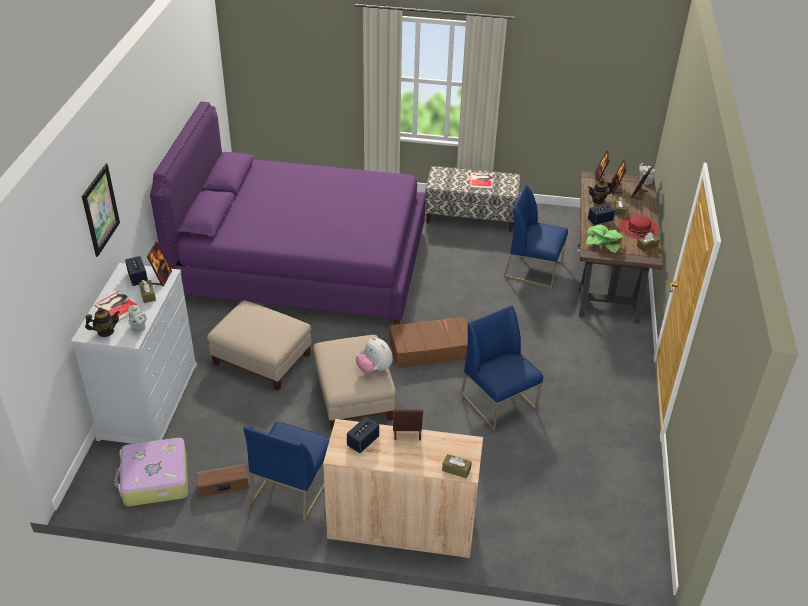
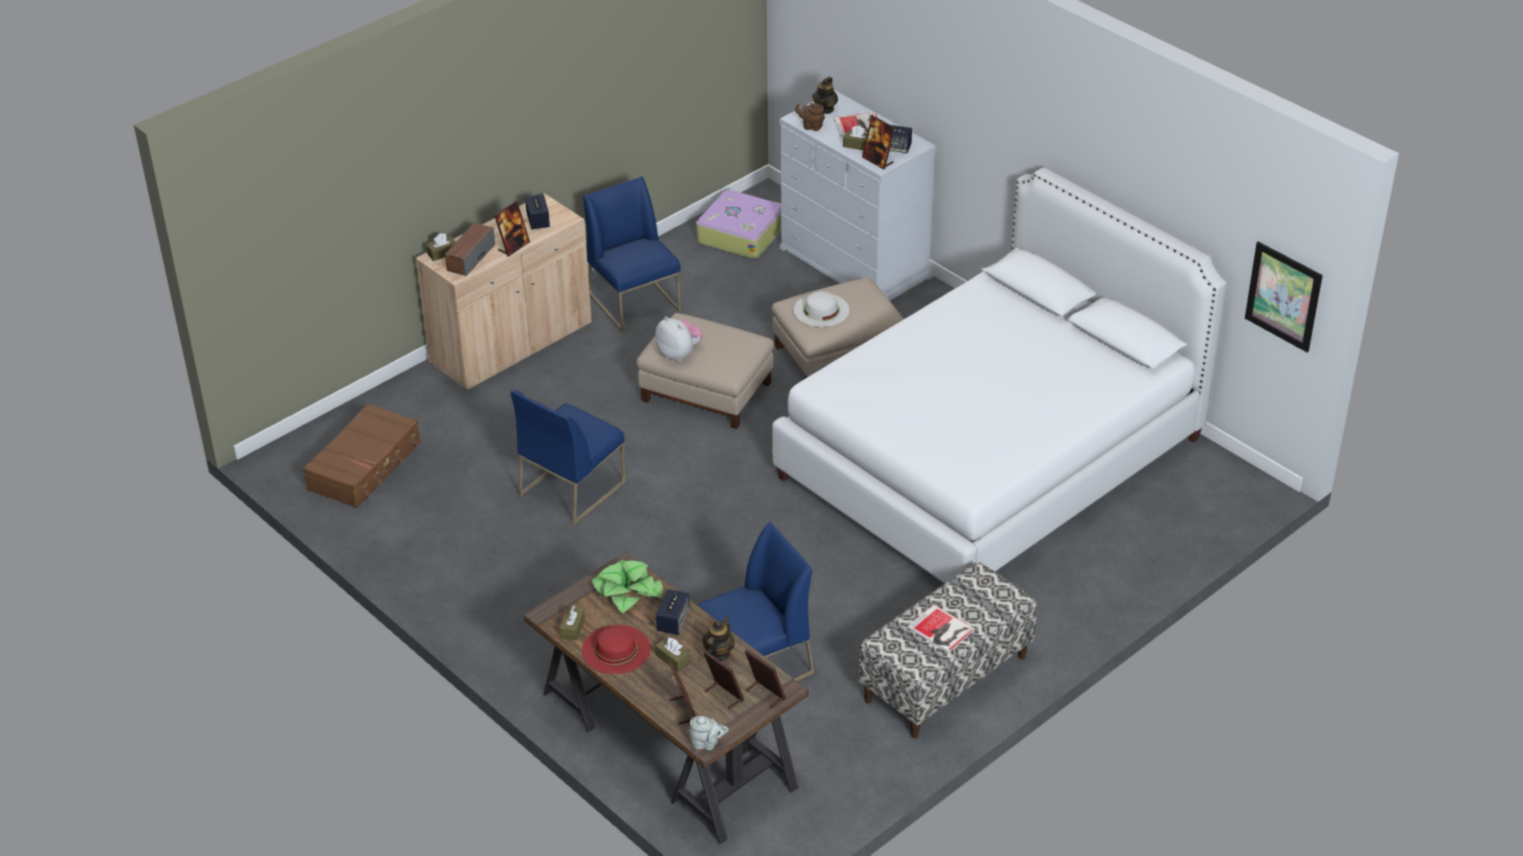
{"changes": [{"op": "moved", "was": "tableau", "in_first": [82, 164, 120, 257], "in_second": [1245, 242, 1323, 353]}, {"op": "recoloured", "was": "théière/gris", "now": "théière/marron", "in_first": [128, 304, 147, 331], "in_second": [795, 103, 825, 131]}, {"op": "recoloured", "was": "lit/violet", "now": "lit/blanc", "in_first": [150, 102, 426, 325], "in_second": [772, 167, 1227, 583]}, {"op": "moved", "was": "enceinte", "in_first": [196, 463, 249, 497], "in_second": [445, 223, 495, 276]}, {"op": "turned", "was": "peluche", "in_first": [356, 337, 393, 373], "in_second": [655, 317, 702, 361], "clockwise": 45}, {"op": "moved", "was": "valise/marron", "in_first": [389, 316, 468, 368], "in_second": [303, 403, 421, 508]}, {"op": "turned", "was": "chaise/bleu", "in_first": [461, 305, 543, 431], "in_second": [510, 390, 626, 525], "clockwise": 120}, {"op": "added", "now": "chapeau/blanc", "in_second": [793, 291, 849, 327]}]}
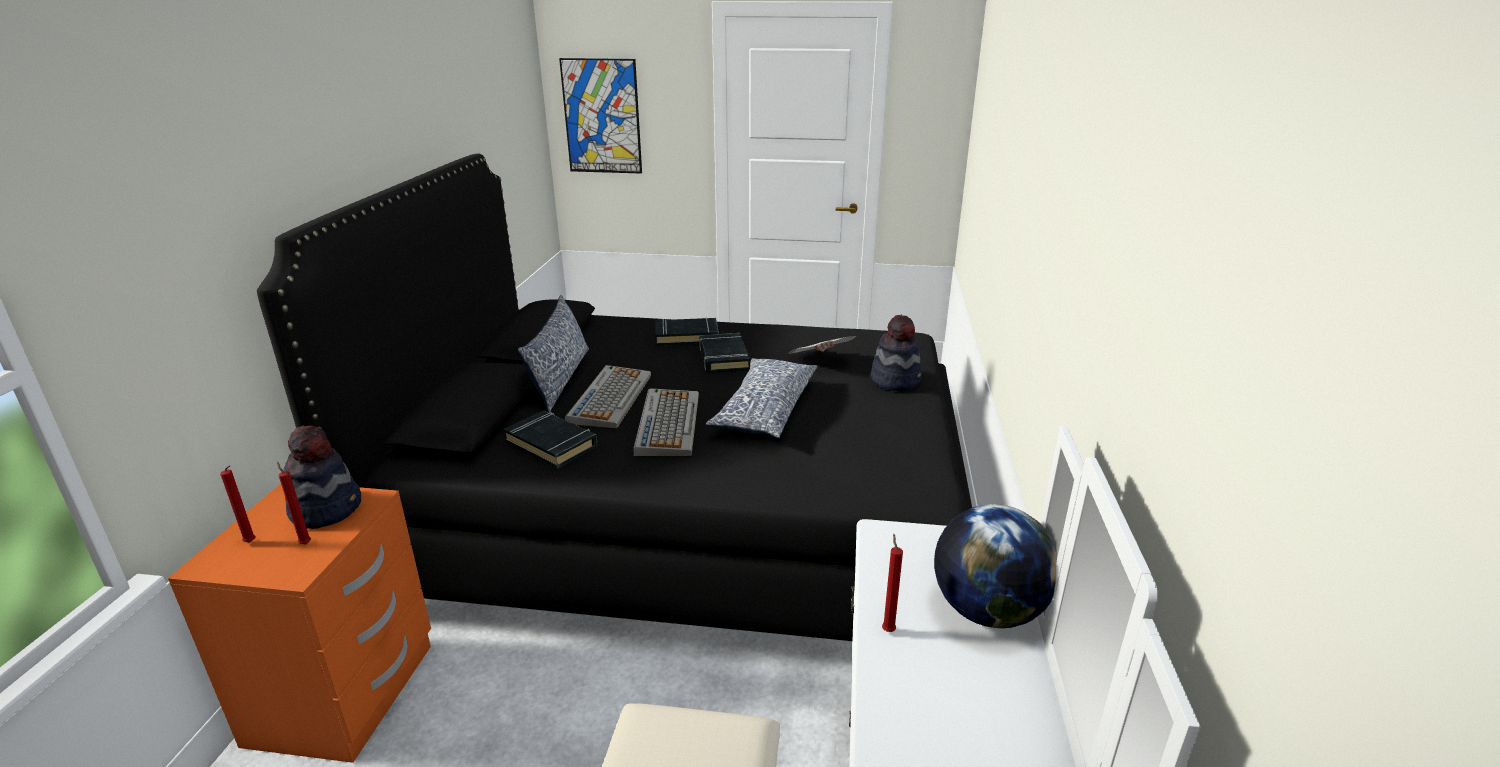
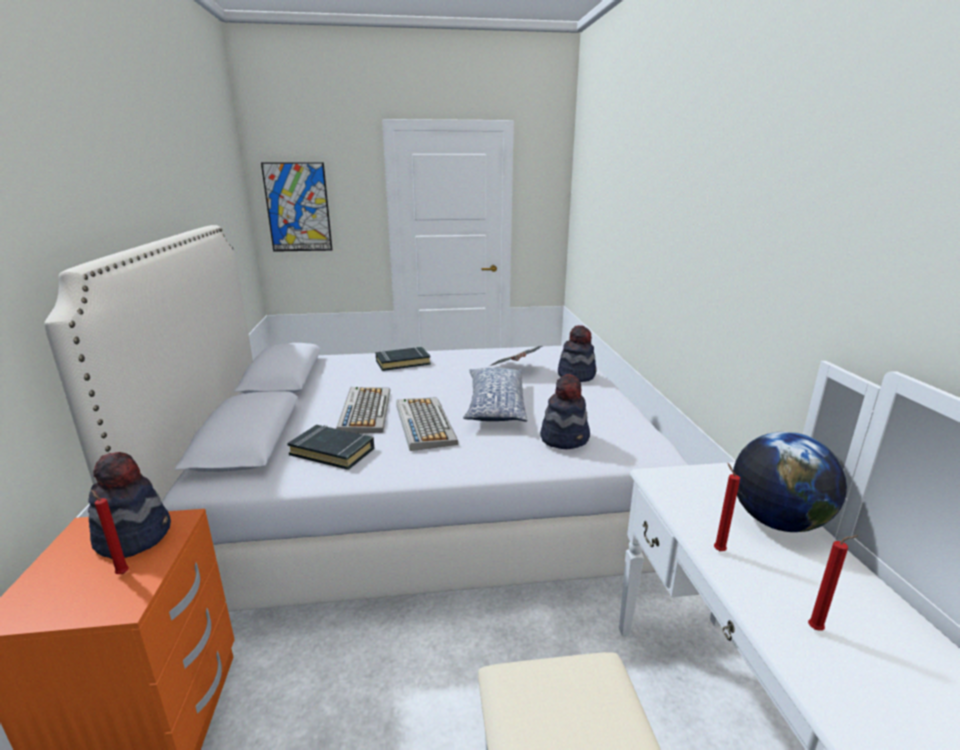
{"changes": [{"op": "moved", "was": "bougie/rouge", "in_first": [220, 465, 256, 543], "in_second": [808, 535, 858, 631]}, {"op": "recoloured", "was": "lit/noir", "now": "lit/blanc", "in_first": [257, 154, 972, 641], "in_second": [44, 225, 688, 612]}, {"op": "removed", "was": "coussin", "in_first": [518, 295, 589, 413]}, {"op": "removed", "was": "livre/noir", "in_first": [699, 333, 750, 373]}, {"op": "added", "now": "chapeau", "in_second": [540, 374, 590, 449]}]}
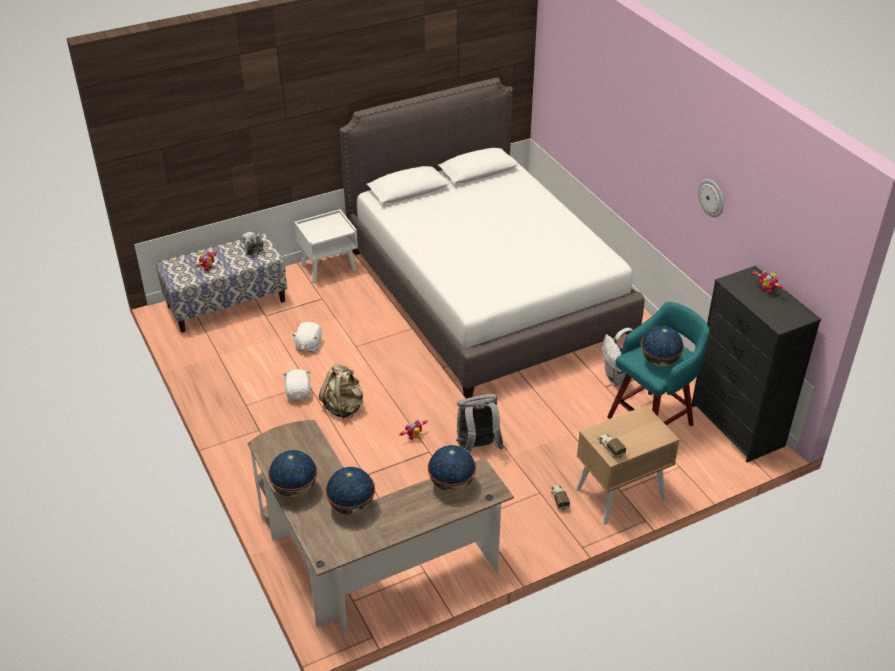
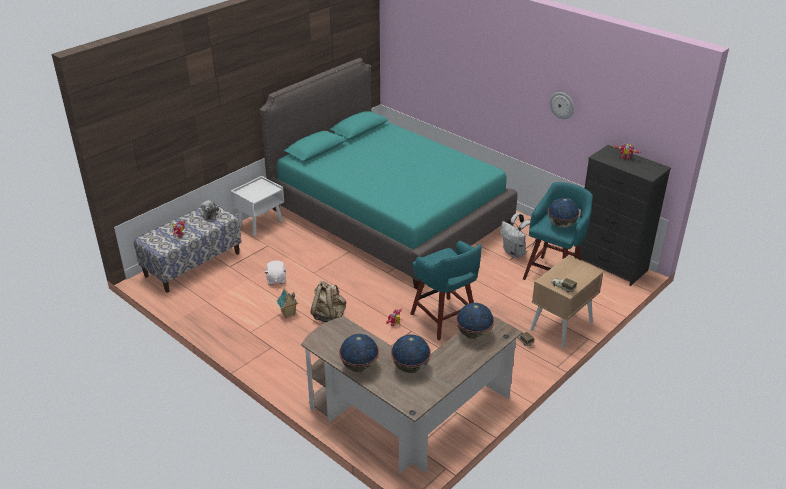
{"changes": [{"op": "replaced", "was": "peluche/blanc", "now": "maison miniature", "in_first": [282, 369, 311, 400], "in_second": [277, 287, 298, 318]}, {"op": "recoloured", "was": "lit/blanc", "now": "lit/turquoise", "in_first": [340, 78, 644, 399], "in_second": [260, 58, 517, 290]}, {"op": "replaced", "was": "sac à dos/gris", "now": "tabouret/turquoise", "in_first": [456, 394, 504, 453], "in_second": [410, 241, 482, 341]}]}
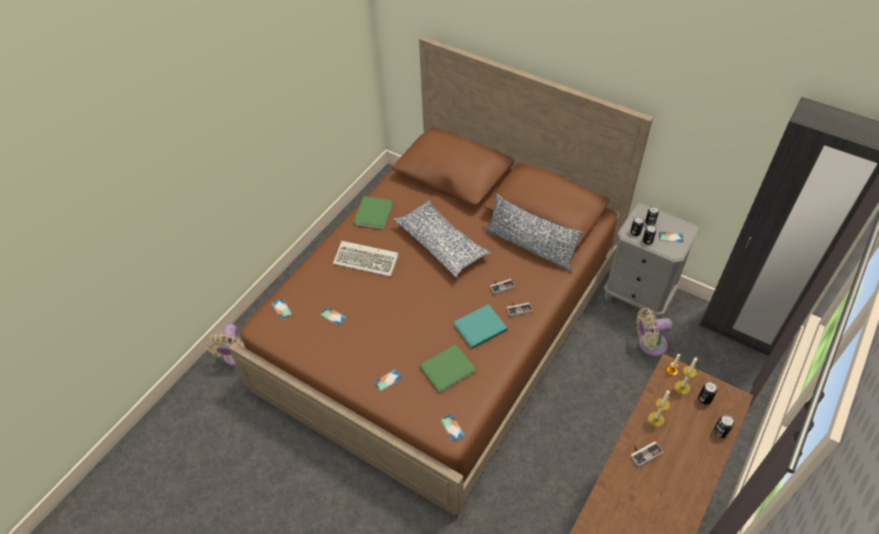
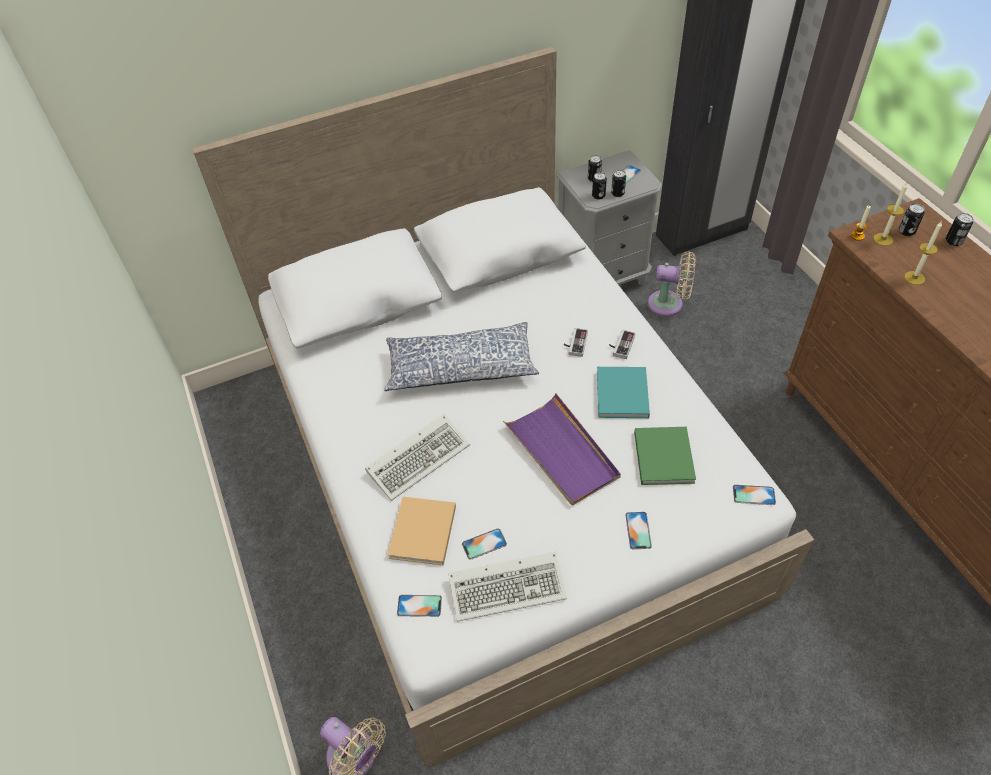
{"changes": [{"op": "recoloured", "was": "lit/marron", "now": "lit/blanc", "in_first": [229, 36, 653, 516], "in_second": [192, 47, 814, 767]}, {"op": "removed", "was": "livre/vert", "in_first": [353, 196, 393, 230]}, {"op": "removed", "was": "coussin", "in_first": [484, 193, 584, 272]}, {"op": "removed", "was": "manette", "in_first": [630, 441, 663, 467]}, {"op": "turned", "was": "ventilateur/beige", "in_first": [637, 308, 672, 356], "in_second": [648, 251, 696, 316], "clockwise": -105}, {"op": "added", "now": "livre/beige", "in_second": [388, 497, 456, 566]}, {"op": "added", "now": "clavier", "in_second": [448, 551, 567, 622]}, {"op": "added", "now": "plateau/violet", "in_second": [503, 393, 621, 505]}]}
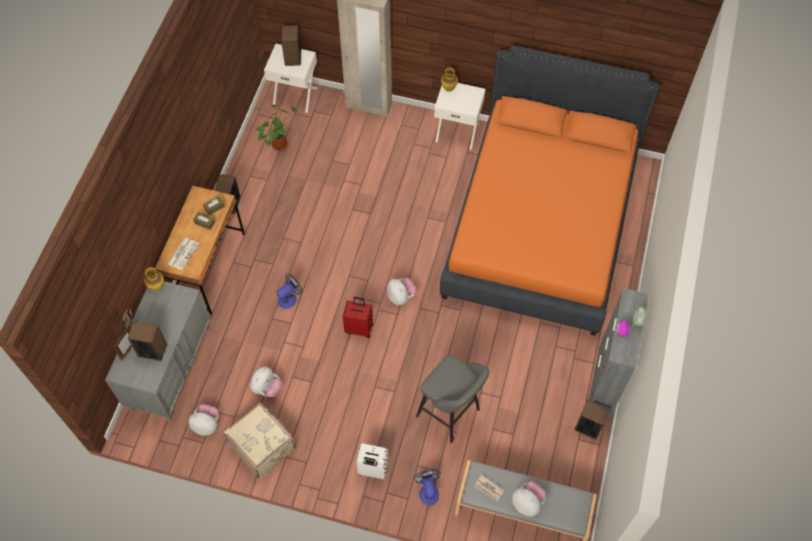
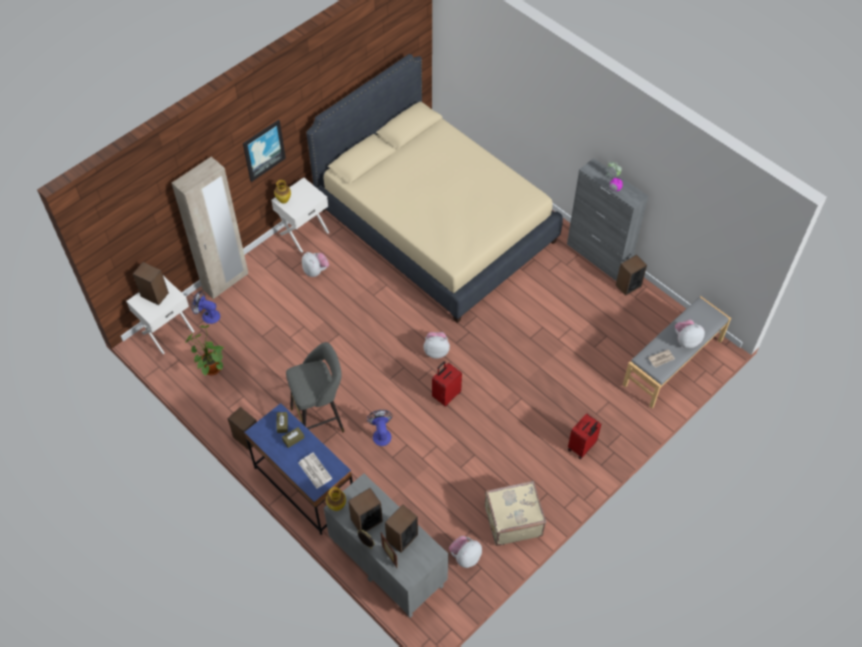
{"changes": [{"op": "recoloured", "was": "bureau/marron", "now": "bureau/bleu", "in_first": [155, 186, 245, 315], "in_second": [244, 403, 353, 535]}, {"op": "moved", "was": "peluche", "in_first": [250, 367, 282, 397], "in_second": [302, 252, 329, 277]}, {"op": "recoloured", "was": "valise/blanc", "now": "valise/rouge", "in_first": [356, 443, 388, 479], "in_second": [568, 414, 601, 459]}, {"op": "moved", "was": "ventilateur", "in_first": [413, 469, 441, 505], "in_second": [191, 291, 220, 324]}, {"op": "moved", "was": "tabouret/gris", "in_first": [416, 355, 490, 443], "in_second": [286, 342, 345, 432]}, {"op": "recoloured", "was": "lit/orange", "now": "lit/beige", "in_first": [440, 45, 660, 336], "in_second": [306, 54, 563, 323]}, {"op": "added", "now": "tableau", "in_second": [243, 120, 286, 182]}, {"op": "added", "now": "enceinte", "in_second": [348, 488, 383, 532]}]}
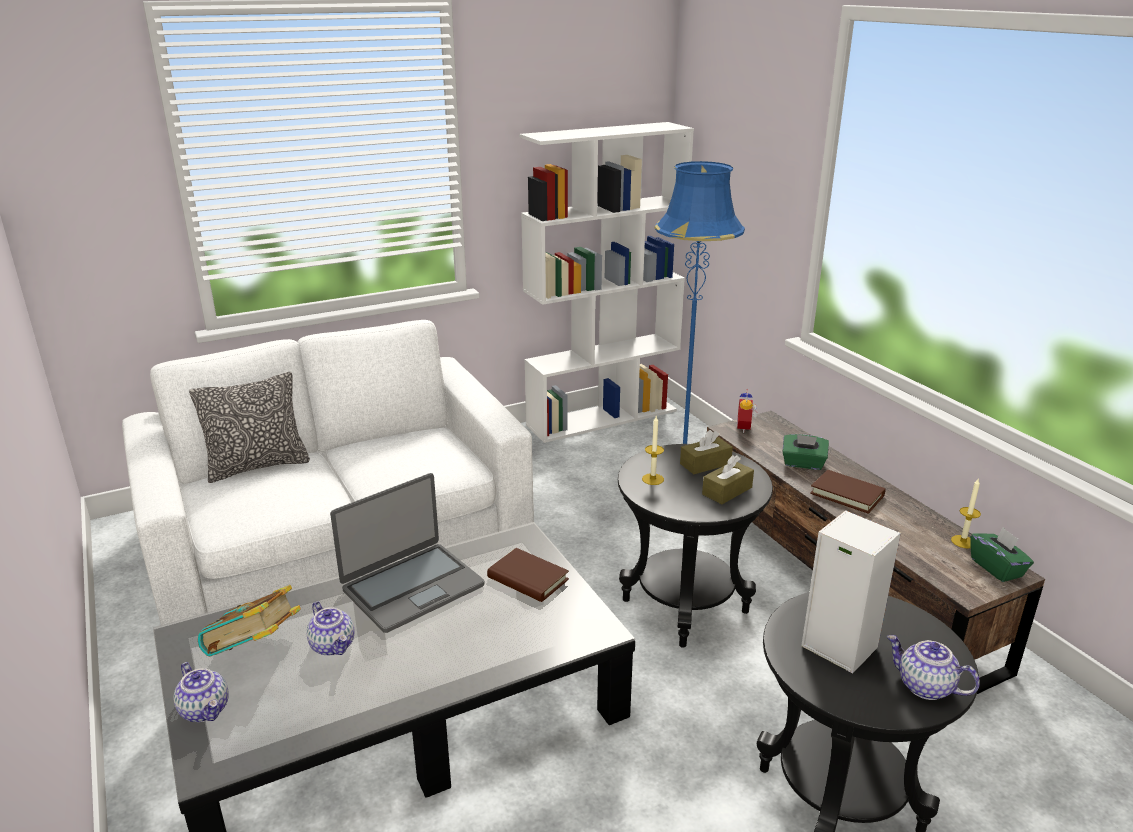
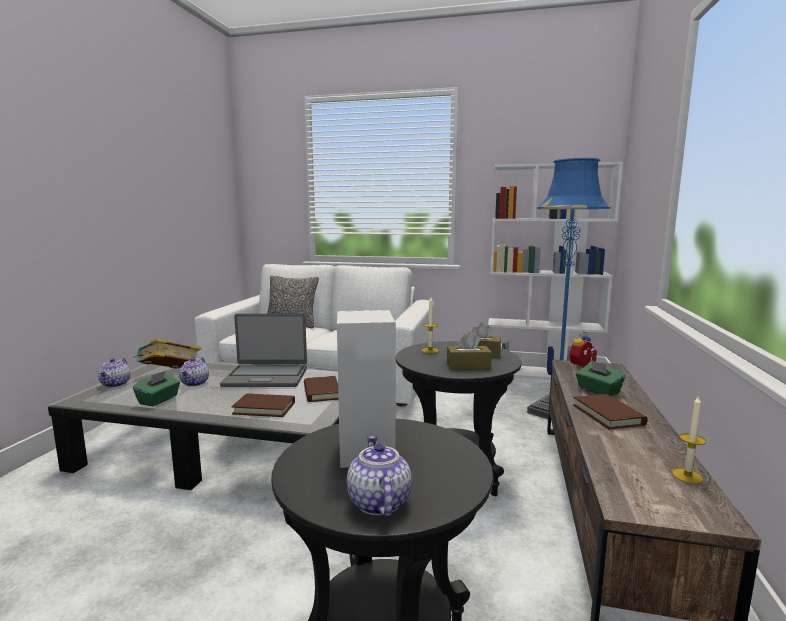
{"changes": [{"op": "moved", "was": "boîte à mouchoirs/vert", "in_first": [971, 527, 1034, 582], "in_second": [133, 371, 180, 406]}, {"op": "added", "now": "livre/marron", "in_second": [231, 394, 295, 417]}]}
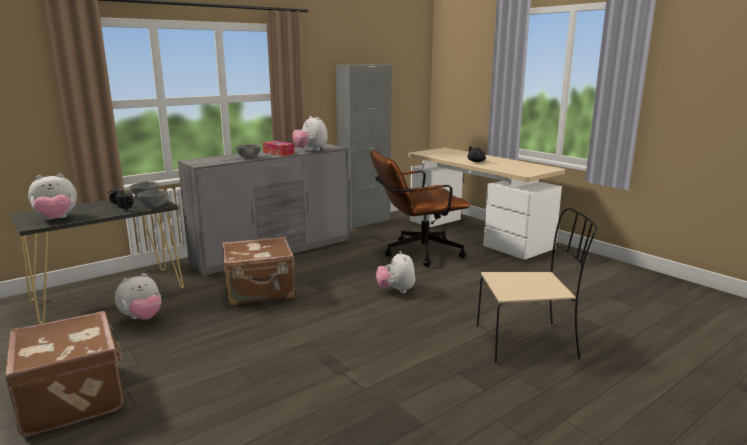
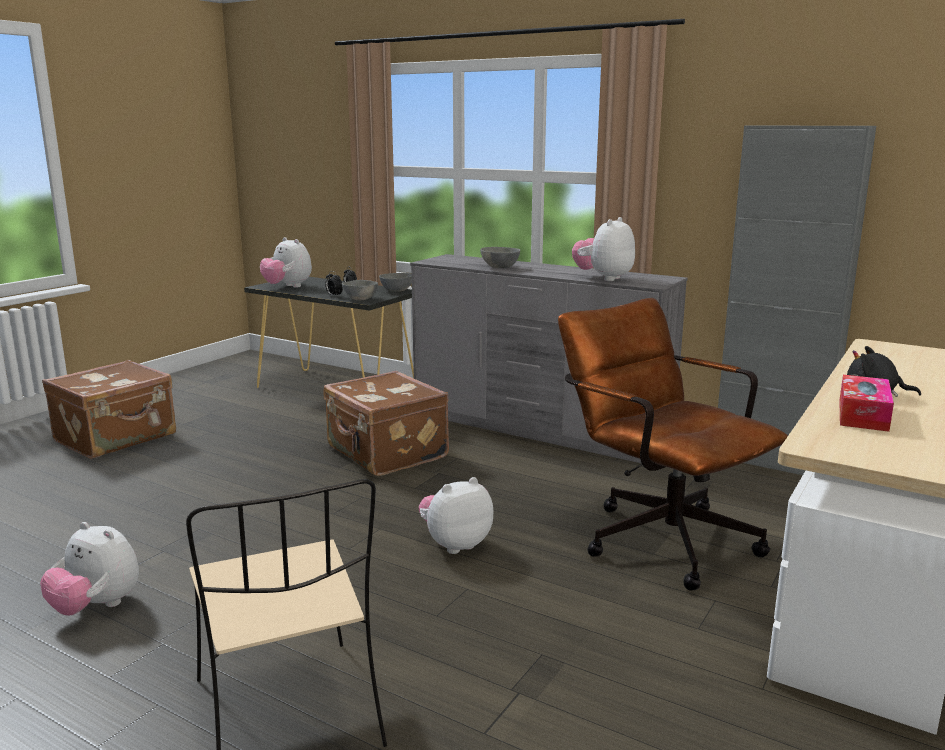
{"changes": [{"op": "moved", "was": "peluche", "in_first": [115, 273, 162, 320], "in_second": [40, 522, 139, 616]}, {"op": "moved", "was": "boîte à mouchoirs", "in_first": [263, 141, 294, 156], "in_second": [839, 375, 894, 432]}]}
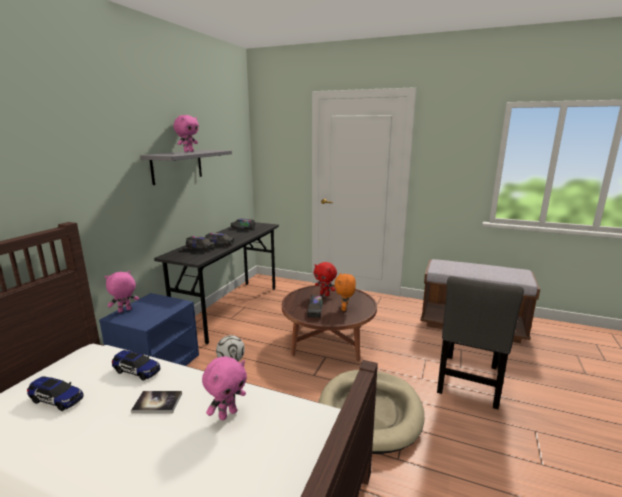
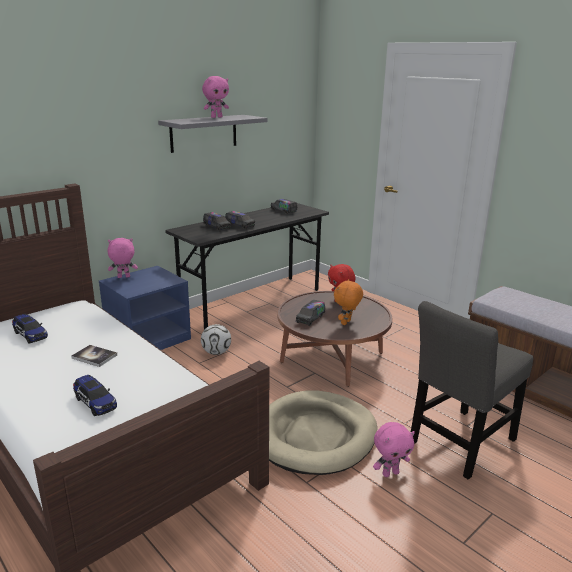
{"changes": [{"op": "moved", "was": "petite voiture", "in_first": [112, 350, 161, 381], "in_second": [73, 375, 117, 416]}, {"op": "moved", "was": "peluche/rose", "in_first": [202, 356, 247, 420], "in_second": [373, 422, 415, 477]}]}
